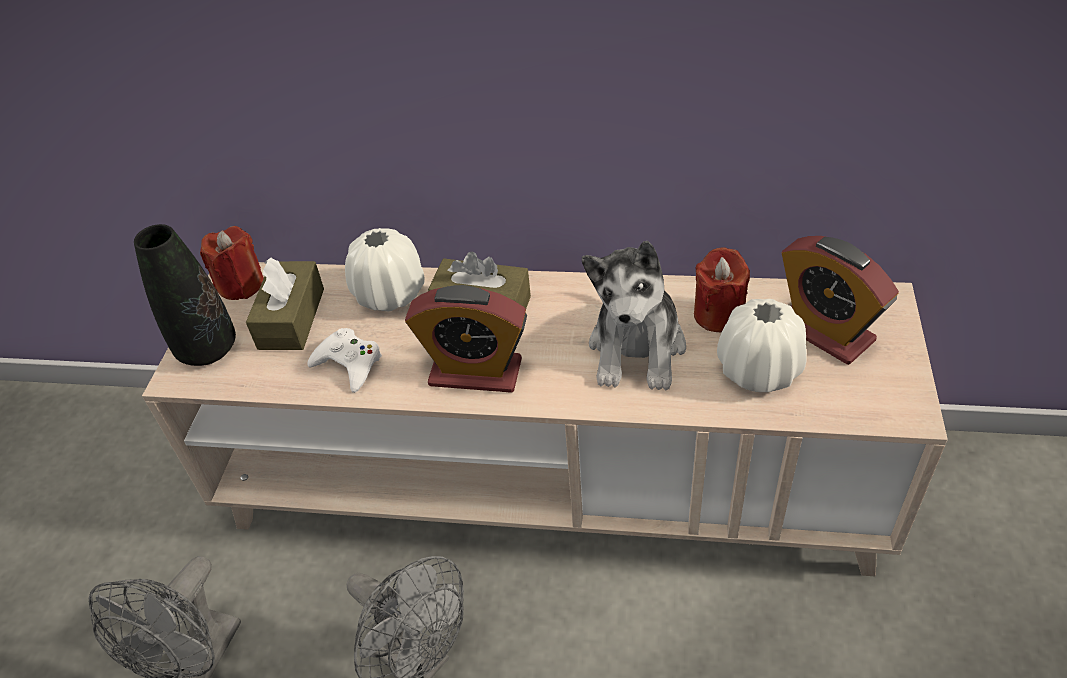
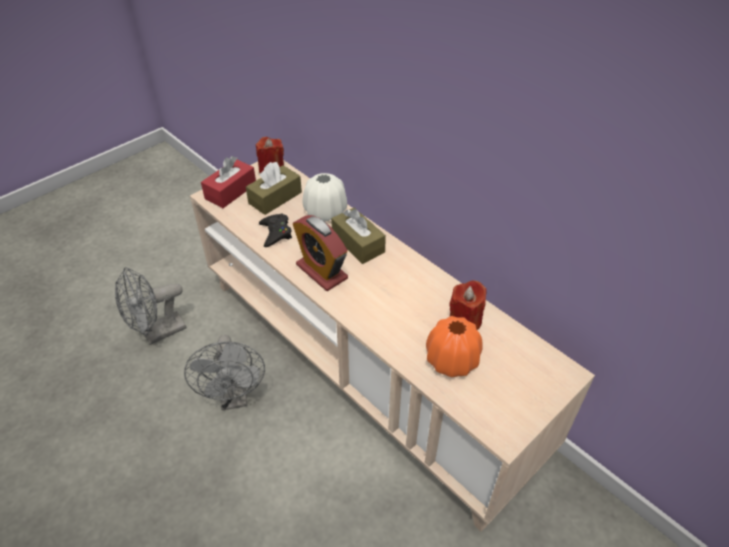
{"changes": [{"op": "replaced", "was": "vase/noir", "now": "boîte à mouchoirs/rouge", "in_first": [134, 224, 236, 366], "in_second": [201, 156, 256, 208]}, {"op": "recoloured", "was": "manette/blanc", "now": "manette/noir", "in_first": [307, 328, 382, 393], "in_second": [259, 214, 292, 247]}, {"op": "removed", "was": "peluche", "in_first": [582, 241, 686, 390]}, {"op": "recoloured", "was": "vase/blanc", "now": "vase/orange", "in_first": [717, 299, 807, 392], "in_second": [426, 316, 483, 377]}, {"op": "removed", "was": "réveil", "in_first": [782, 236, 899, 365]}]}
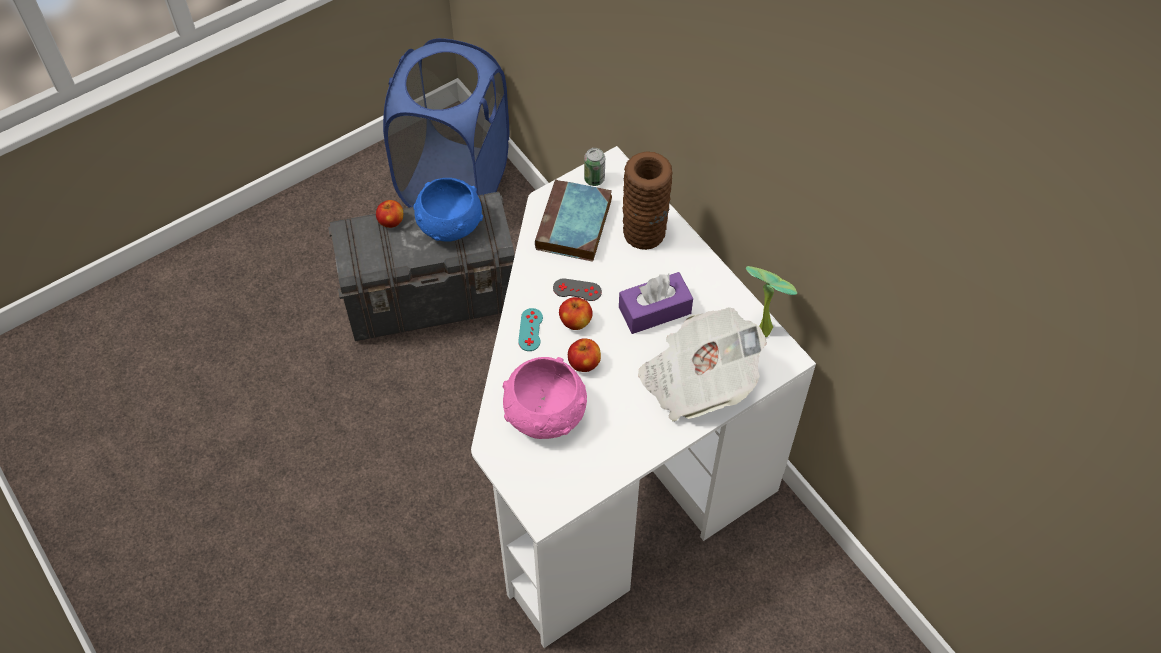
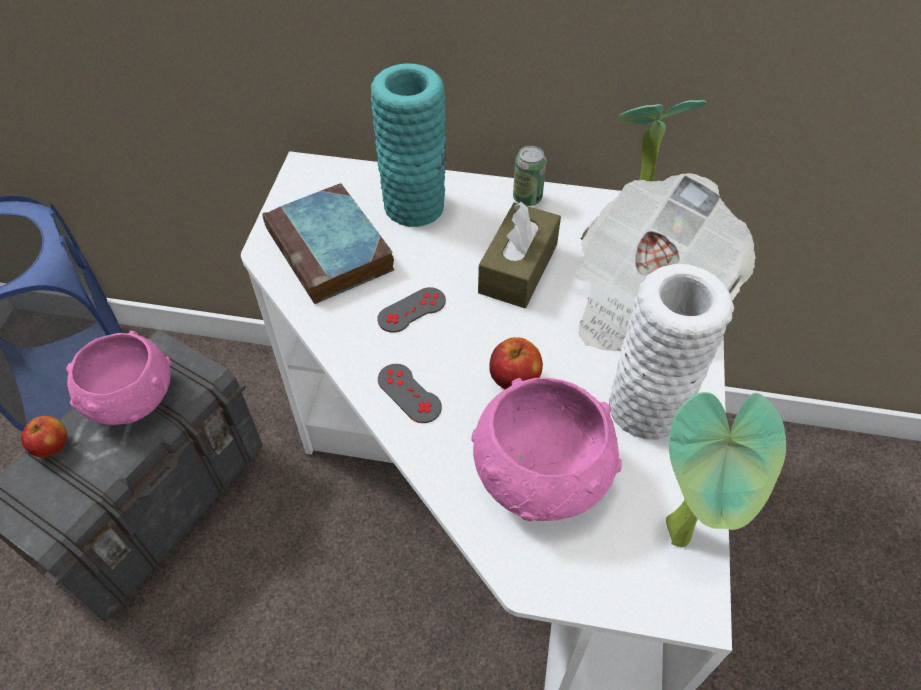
{"changes": [{"op": "recoloured", "was": "bol/bleu", "now": "bol/rose", "in_first": [413, 178, 483, 242], "in_second": [66, 331, 171, 425]}, {"op": "recoloured", "was": "manette/turquoise", "now": "manette/gris", "in_first": [518, 308, 543, 351], "in_second": [378, 364, 442, 423]}, {"op": "removed", "was": "pomme", "in_first": [559, 297, 593, 330]}, {"op": "moved", "was": "boîte métallique", "in_first": [584, 148, 605, 186], "in_second": [513, 146, 546, 206]}, {"op": "recoloured", "was": "boîte à mouchoirs/violet", "now": "boîte à mouchoirs/marron", "in_first": [619, 272, 693, 334], "in_second": [478, 202, 561, 308]}, {"op": "recoloured", "was": "vase/marron", "now": "vase/turquoise", "in_first": [623, 151, 672, 250], "in_second": [371, 63, 446, 227]}, {"op": "added", "now": "vase/blanc", "in_second": [609, 264, 734, 440]}, {"op": "added", "now": "plante en pot", "in_second": [666, 392, 786, 547]}]}
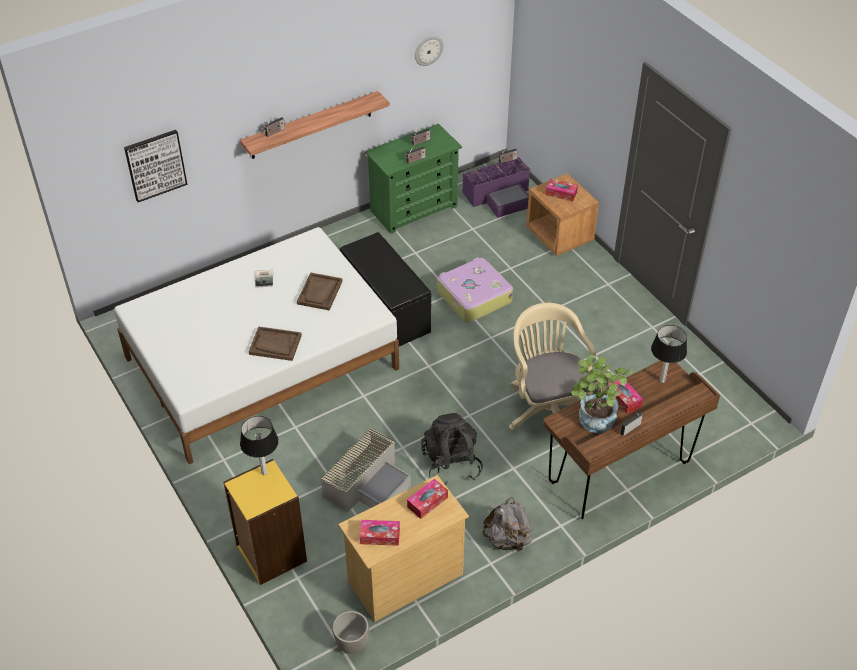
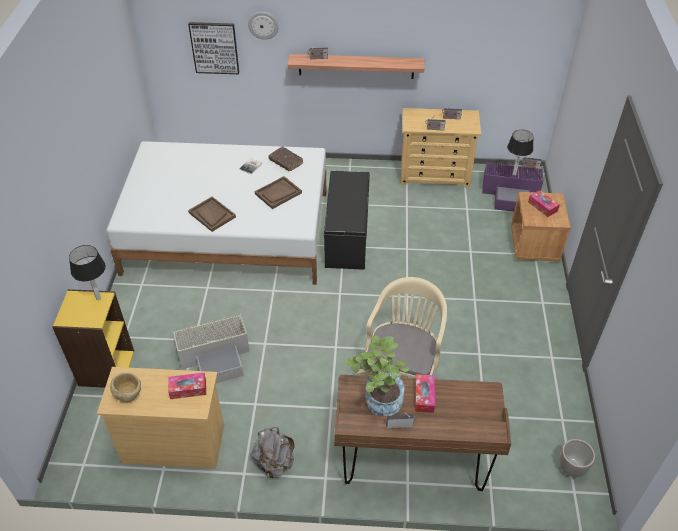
{"changes": [{"op": "moved", "was": "cache-pot", "in_first": [333, 611, 369, 654], "in_second": [559, 439, 595, 477]}, {"op": "replaced", "was": "boîte à mouchoirs", "now": "bol/beige", "in_first": [360, 520, 400, 546], "in_second": [110, 372, 141, 402]}, {"op": "recoloured", "was": "commode/vert", "now": "commode/beige", "in_first": [365, 124, 462, 234], "in_second": [401, 108, 481, 188]}, {"op": "moved", "was": "horloge murale", "in_first": [415, 36, 443, 66], "in_second": [248, 12, 279, 40]}, {"op": "removed", "was": "sac à dos/noir", "in_first": [421, 413, 483, 485]}, {"op": "removed", "was": "valise", "in_first": [437, 257, 513, 322]}, {"op": "moved", "was": "lampe de table", "in_first": [651, 325, 687, 383], "in_second": [507, 130, 534, 176]}, {"op": "added", "now": "livre/marron", "in_second": [268, 146, 303, 171]}]}
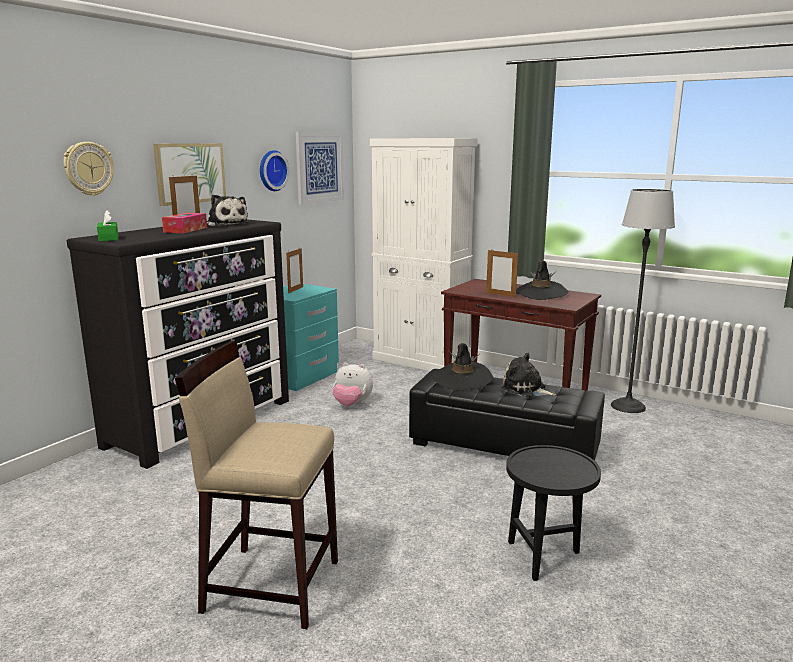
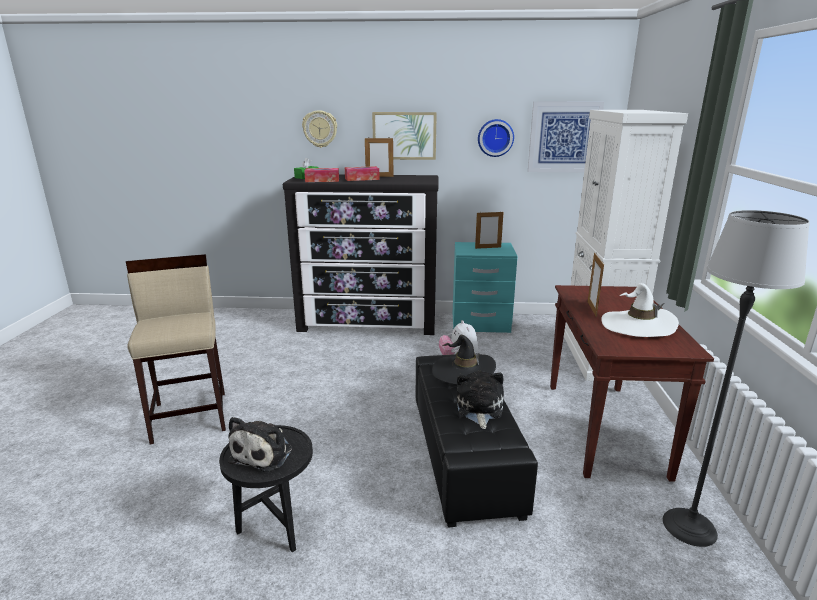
{"changes": [{"op": "moved", "was": "peluche", "in_first": [207, 194, 248, 226], "in_second": [228, 417, 292, 472]}, {"op": "recoloured", "was": "chapeau/noir", "now": "chapeau/blanc", "in_first": [516, 260, 569, 300], "in_second": [601, 283, 679, 337]}, {"op": "added", "now": "boîte à mouchoirs", "in_second": [304, 168, 339, 182]}]}
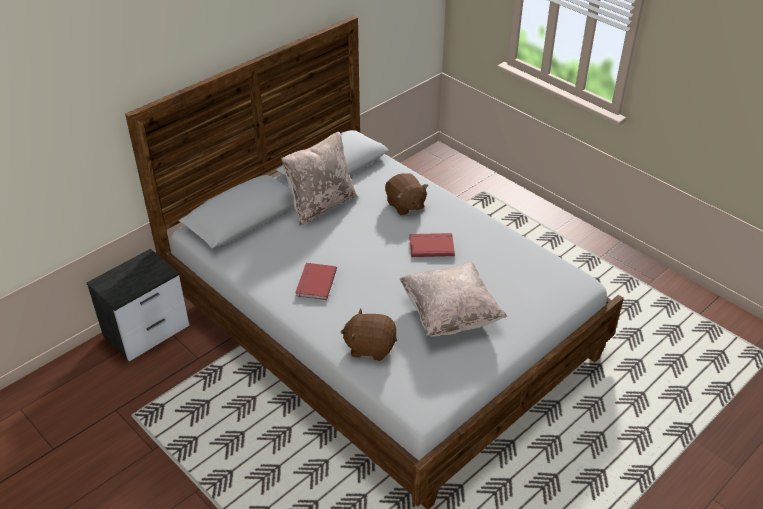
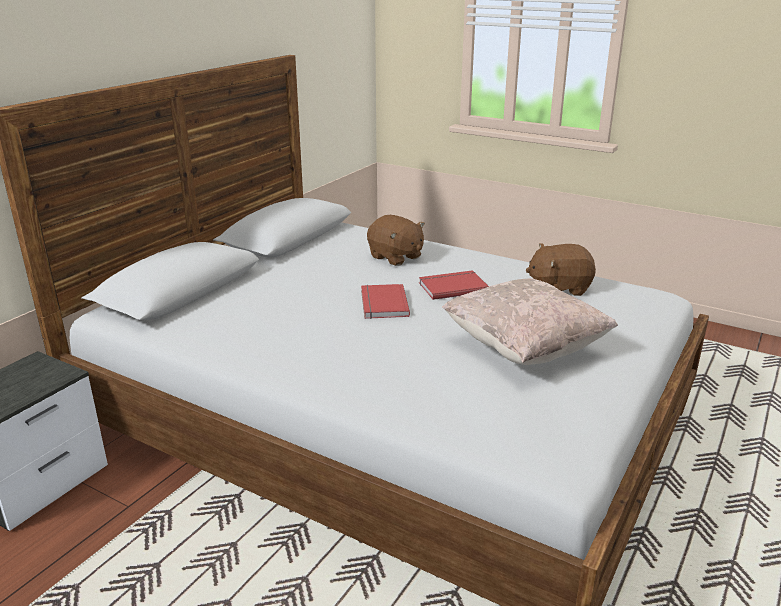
{"changes": [{"op": "removed", "was": "coussin/beige", "in_first": [281, 132, 357, 226]}, {"op": "moved", "was": "livre/rouge", "in_first": [295, 263, 337, 300], "in_second": [361, 284, 410, 319]}, {"op": "moved", "was": "peluche/marron", "in_first": [341, 309, 397, 361], "in_second": [526, 243, 596, 296]}]}
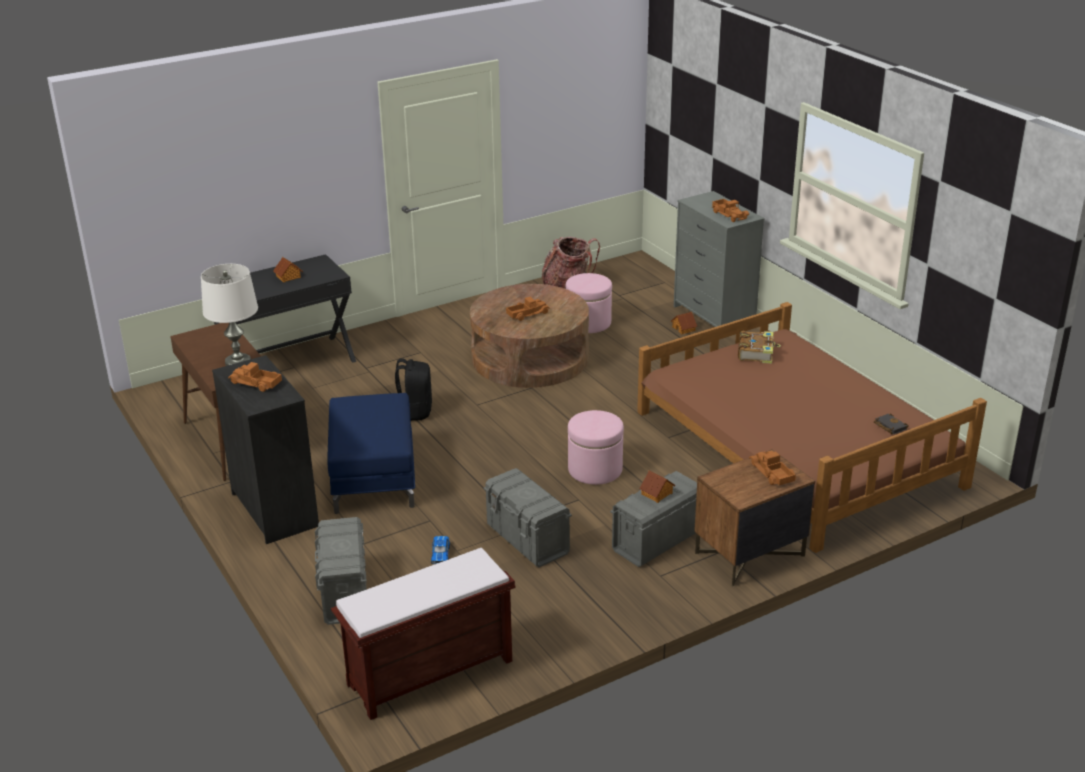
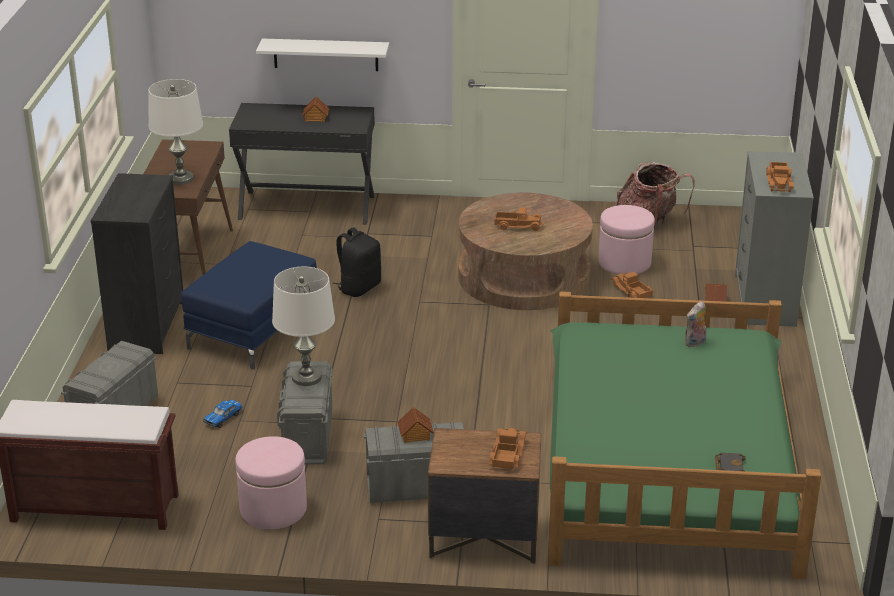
{"changes": [{"op": "moved", "was": "camion jouet", "in_first": [228, 362, 282, 392], "in_second": [610, 272, 653, 298]}, {"op": "moved", "was": "pouf/rose", "in_first": [568, 410, 624, 485], "in_second": [235, 436, 307, 529]}, {"op": "recoloured", "was": "lit/marron", "now": "lit/vert", "in_first": [637, 302, 987, 553], "in_second": [548, 291, 821, 579]}, {"op": "replaced", "was": "livre", "now": "peluche", "in_first": [738, 331, 781, 364], "in_second": [685, 301, 706, 347]}, {"op": "added", "now": "étagère/blanc", "in_second": [256, 39, 389, 71]}, {"op": "added", "now": "lampe de table/blanc", "in_second": [272, 267, 335, 386]}]}
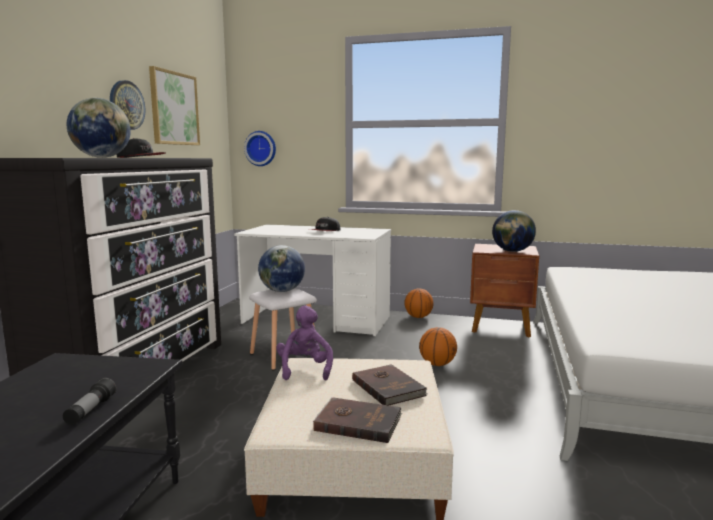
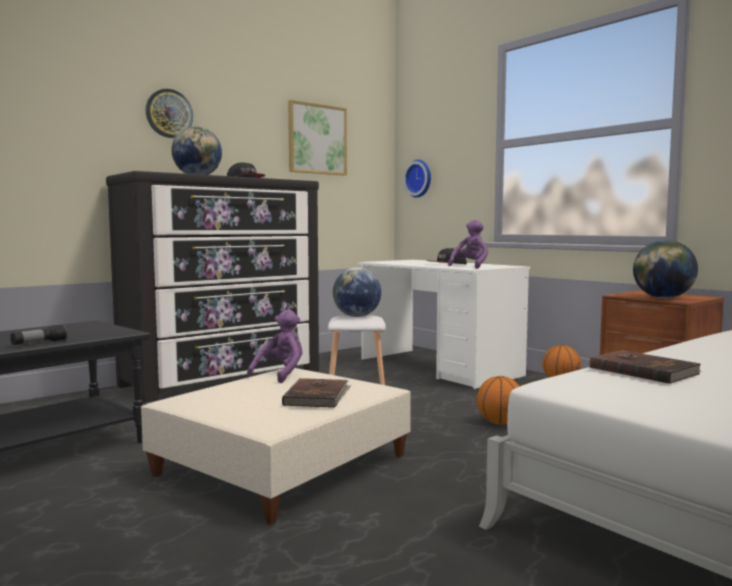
{"changes": [{"op": "moved", "was": "horloge murale", "in_first": [110, 80, 145, 130], "in_second": [146, 89, 193, 138]}, {"op": "moved", "was": "livre/marron", "in_first": [313, 397, 402, 443], "in_second": [590, 350, 702, 384]}, {"op": "added", "now": "peluche/violet", "in_second": [448, 220, 488, 269]}]}
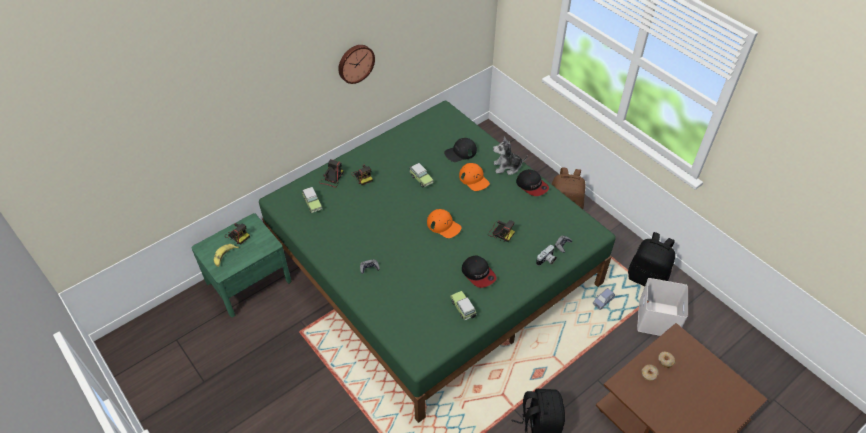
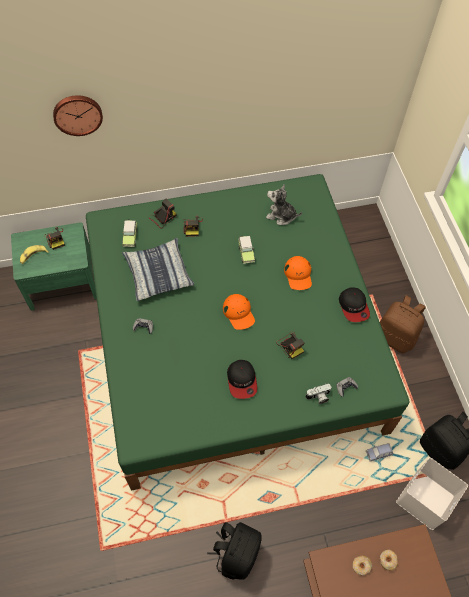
{"changes": [{"op": "moved", "was": "horloge murale", "in_first": [338, 45, 375, 84], "in_second": [53, 95, 103, 136]}, {"op": "removed", "was": "casquette/noir", "in_first": [444, 138, 477, 162]}, {"op": "removed", "was": "petite voiture", "in_first": [451, 291, 477, 320]}, {"op": "moved", "was": "peluche", "in_first": [493, 136, 528, 175], "in_second": [266, 184, 302, 225]}, {"op": "added", "now": "coussin", "in_second": [122, 238, 194, 301]}]}
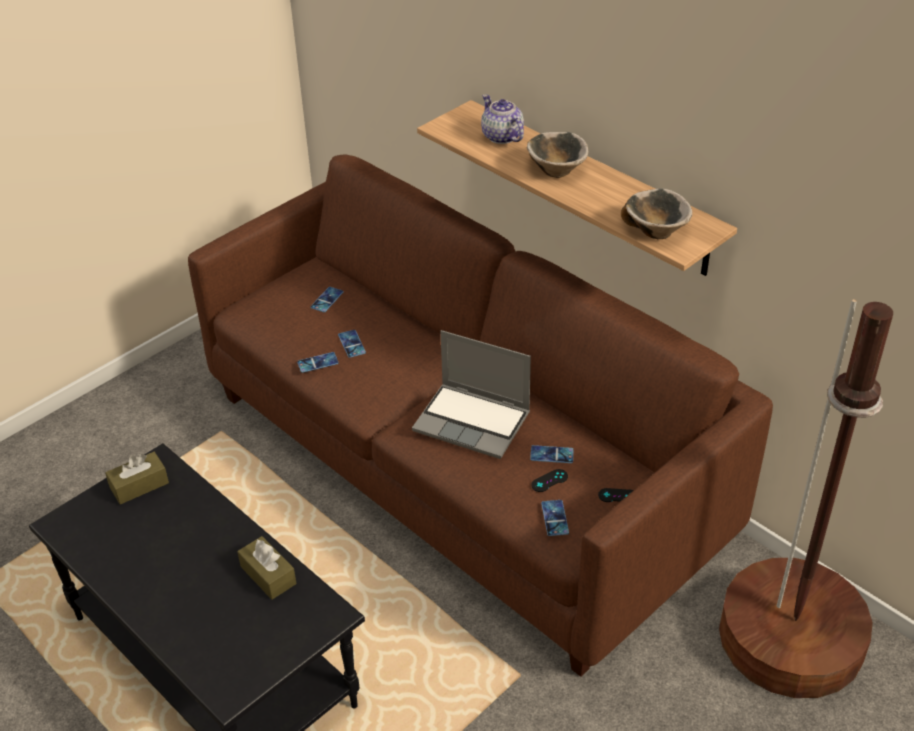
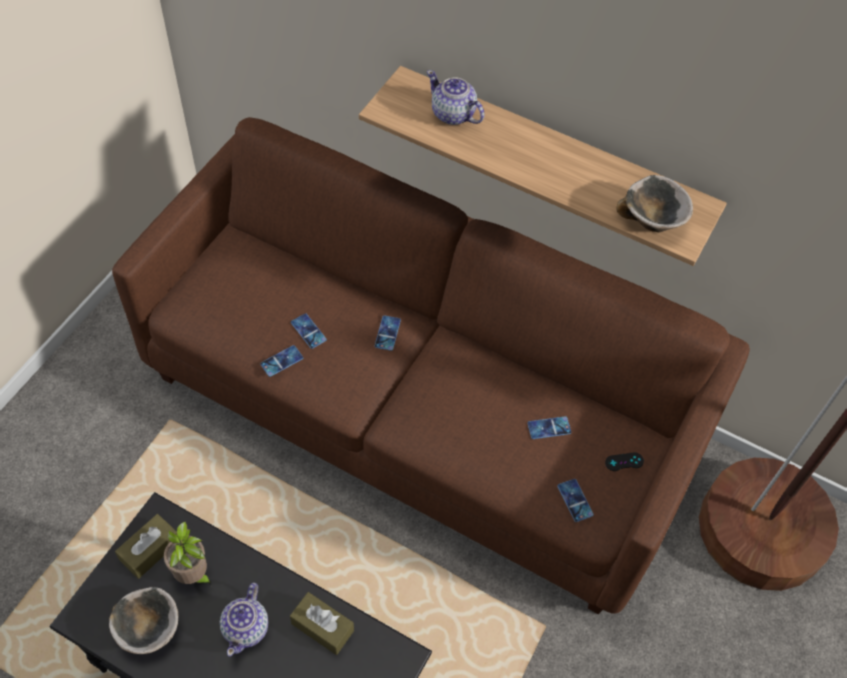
{"changes": [{"op": "moved", "was": "téléphone", "in_first": [310, 287, 344, 312], "in_second": [375, 315, 401, 351]}, {"op": "removed", "was": "ordinateur portable", "in_first": [412, 330, 531, 459]}, {"op": "moved", "was": "bol", "in_first": [527, 132, 589, 178], "in_second": [109, 587, 178, 654]}, {"op": "removed", "was": "manette/noir", "in_first": [531, 469, 568, 492]}, {"op": "added", "now": "plante en pot", "in_second": [164, 522, 212, 586]}, {"op": "added", "now": "théière", "in_second": [220, 582, 269, 656]}]}
